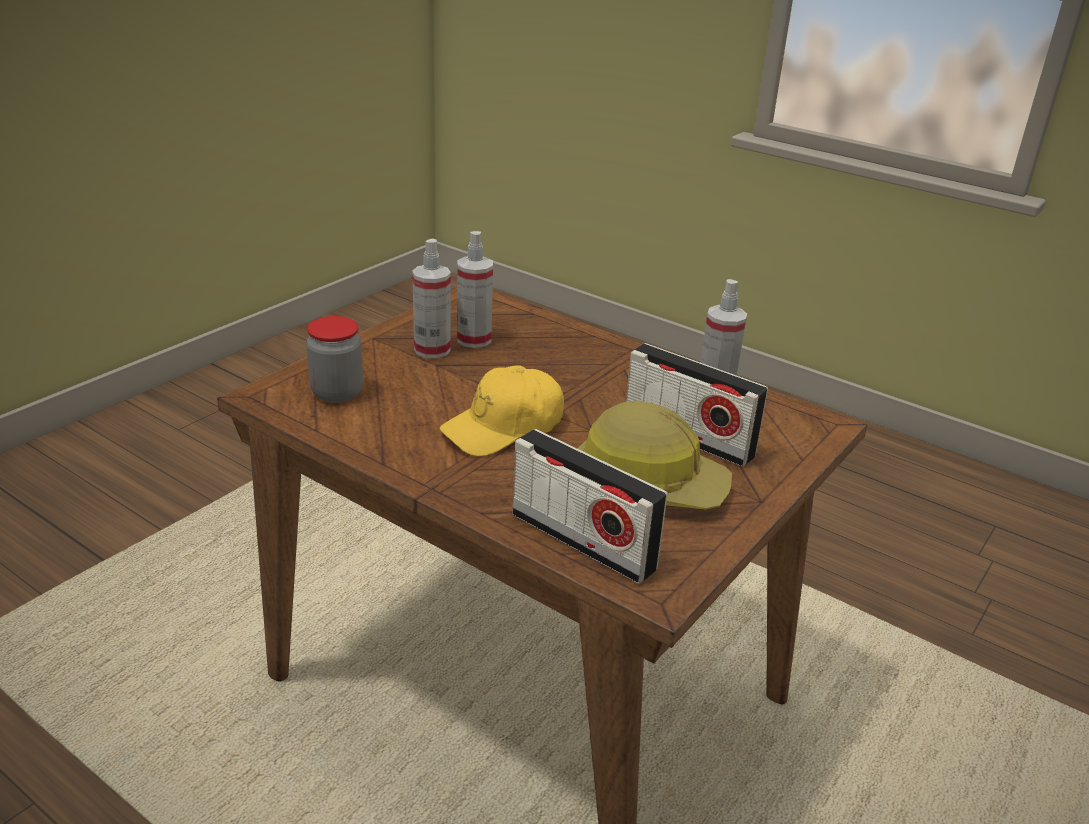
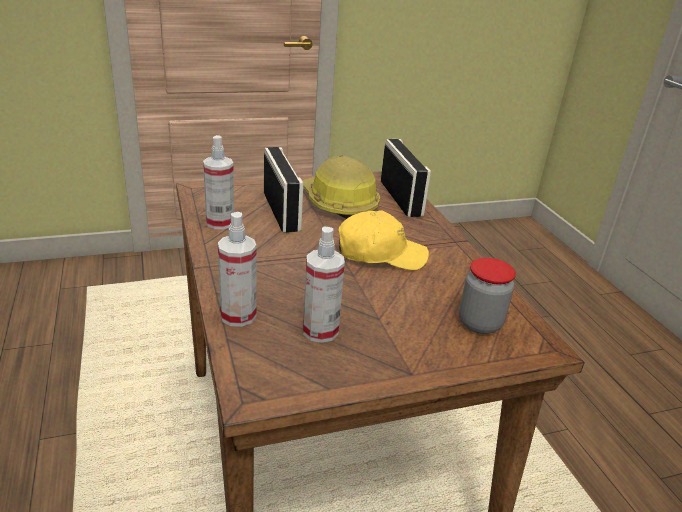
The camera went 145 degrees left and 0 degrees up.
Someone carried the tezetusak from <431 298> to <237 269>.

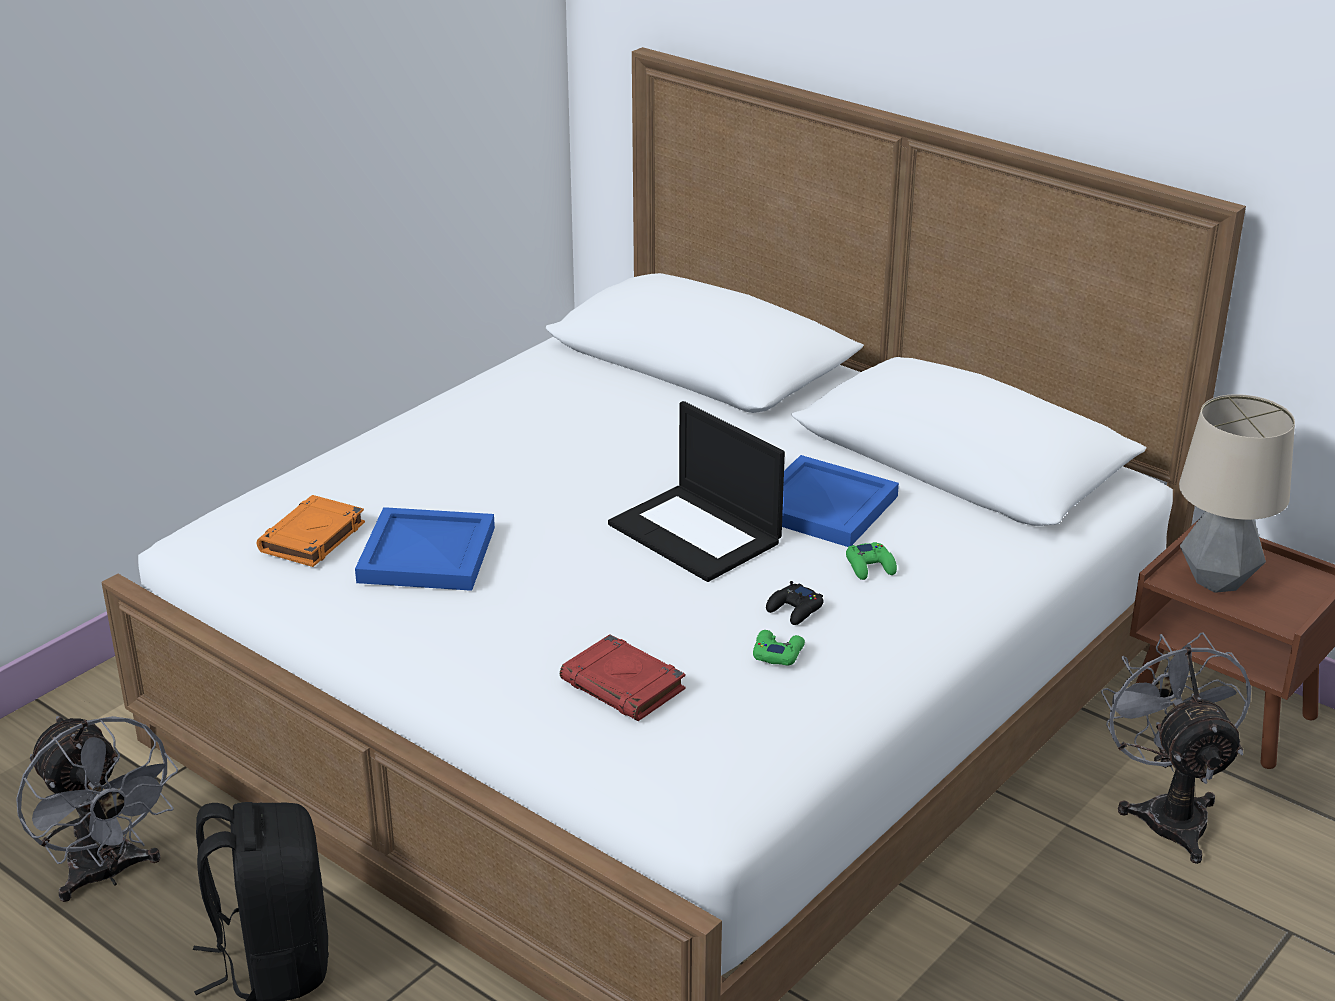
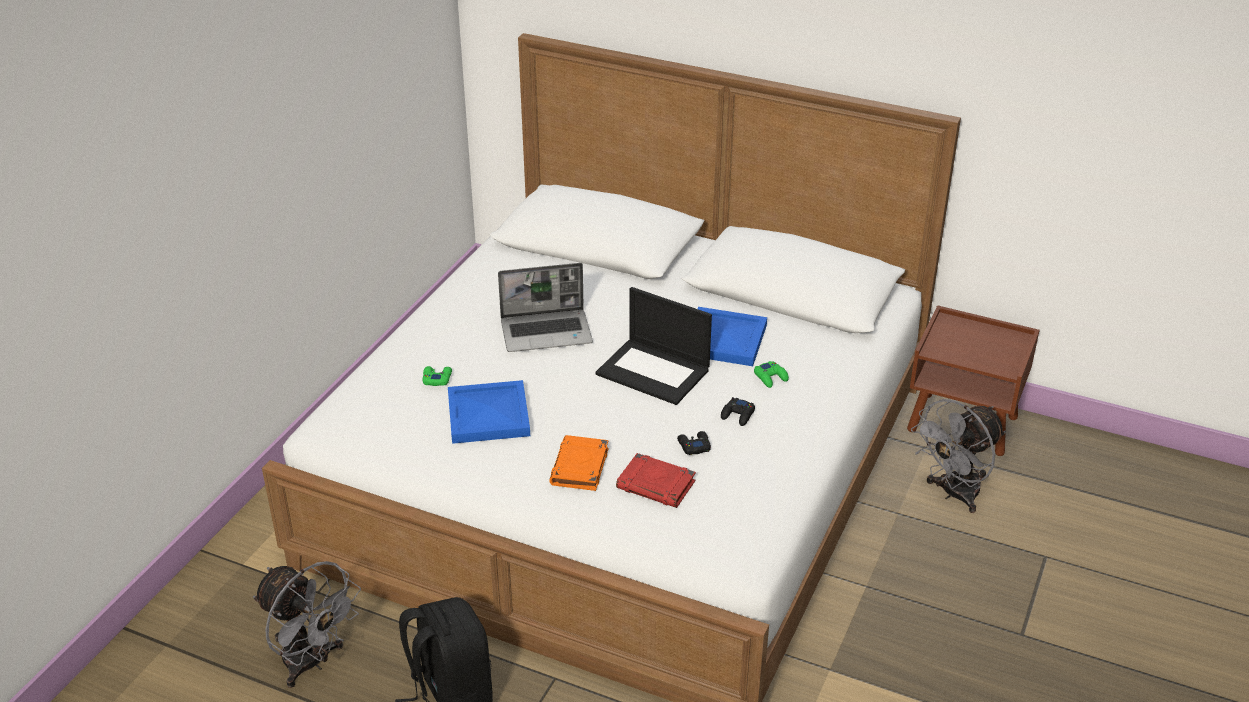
The camera went 15 degrees left and 5 degrees up.
Someone took away the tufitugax at <1237 493>.
Someone put down the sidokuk at <545 307>.
Someone put down the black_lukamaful at <694 443>.
Someone carried the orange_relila from <311 531> to <578 463>.
Someone carried the green_lukamaful from <779 648> to <437 376>.
Someone rotated the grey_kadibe at <1176 748> by 105 degrees counterclockwise.

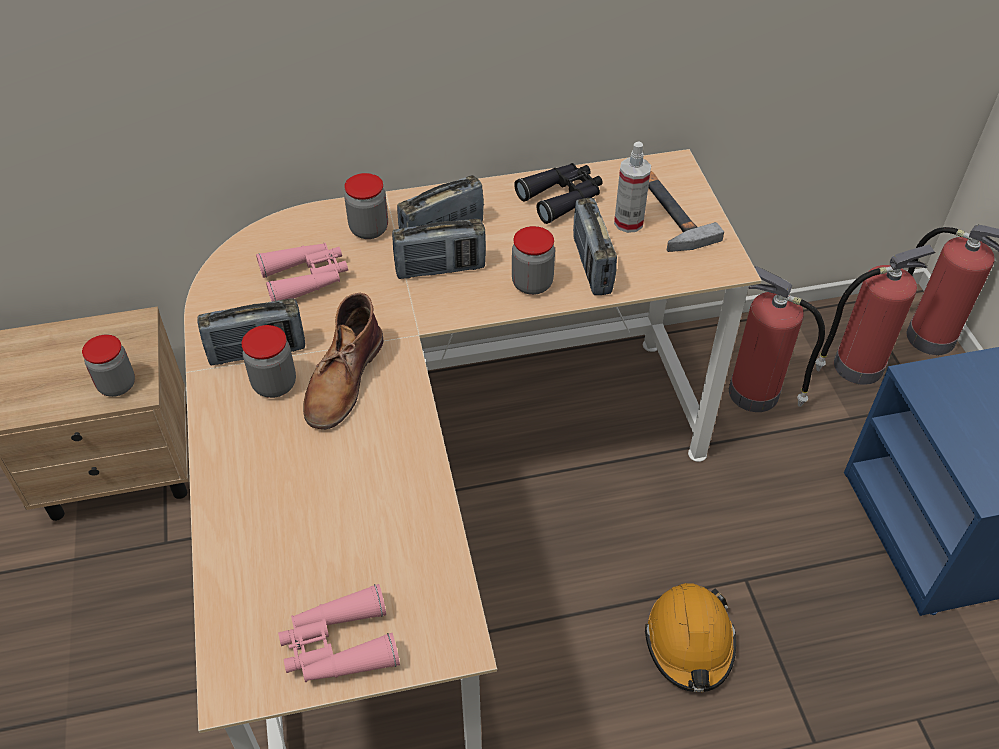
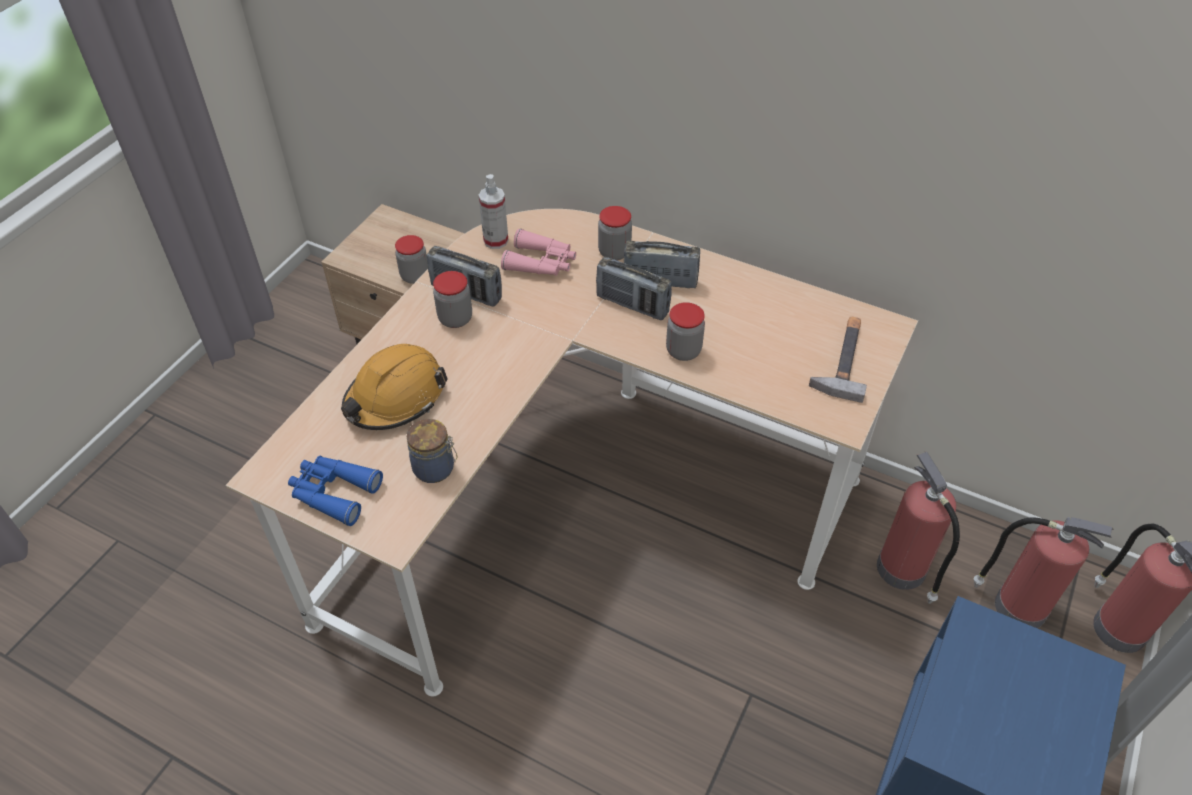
The camera went 40 degrees right and 0 degrees up.
Someone took away the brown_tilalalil at <343 361>.
Someone took away the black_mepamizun at <558 193>.
Someone took away the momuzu at <595 246>.
Someone put down the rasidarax at <432 451>.
Someone carried the tezetusak from <632 187> to <494 211>.
Someone carried the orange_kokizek from <690 637> to <394 387>.
Someone repainted the pink_mepamizun at <339 633>, which became the blue_mepamizun at <335 491>.

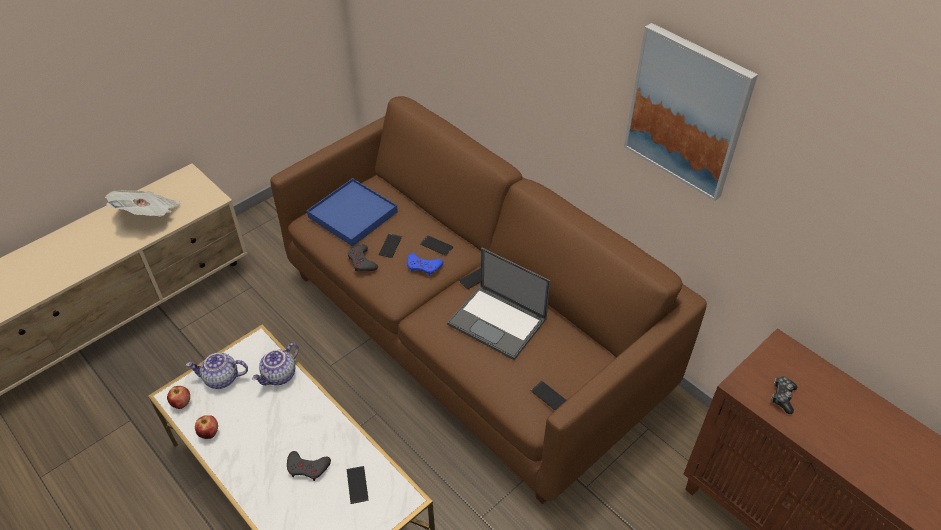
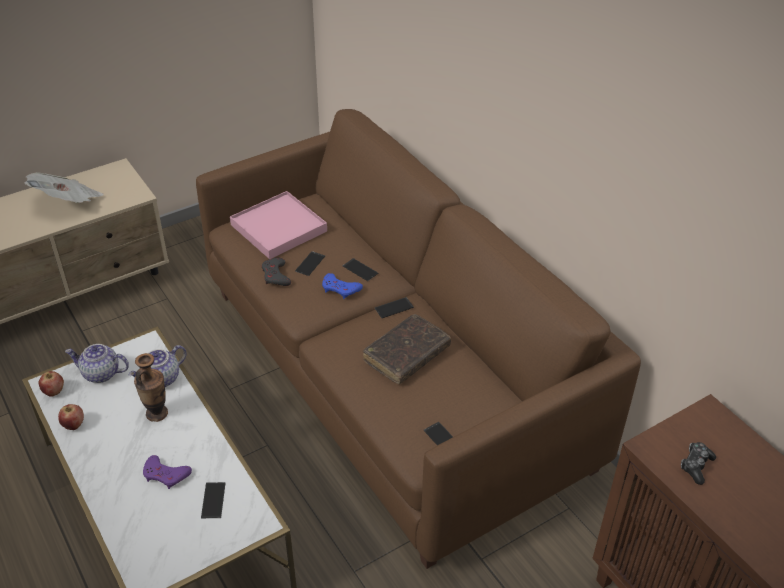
The camera went 10 degrees right and 5 degrees down.
Someone took away the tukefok at <691 112>.
Someone put down the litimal at <151 387>.
Someone swapped the sidokuk at <499 304> for the brown_relila at <407 349>.
Someone repainted the grey_lukamaful at <309 466>, which became the purple_lukamaful at <167 472>.
Someone repainted the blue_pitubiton at <352 212>, which became the pink_pitubiton at <278 225>.

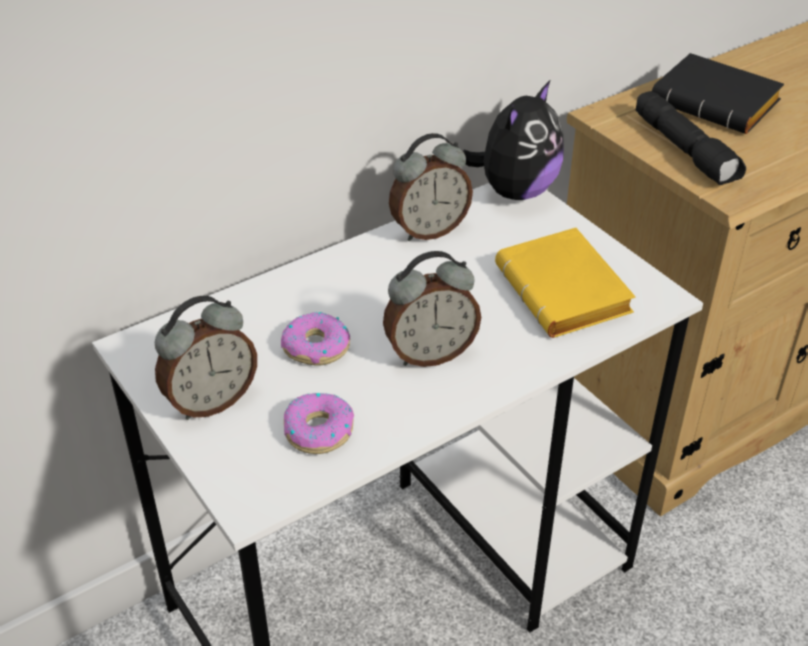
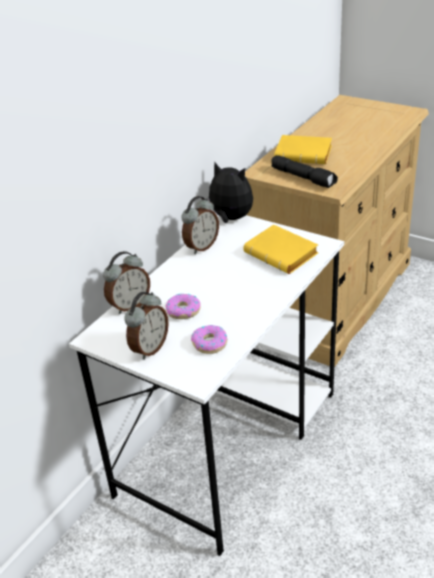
The camera went 20 degrees left and 5 degrees down.
Someone carried the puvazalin from <432 309> to <126 282>.
Someone repainted the black_relila at <718 93>, which became the yellow_relila at <303 149>.
Someone rotated the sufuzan at <513 139> by 75 degrees counterclockwise.

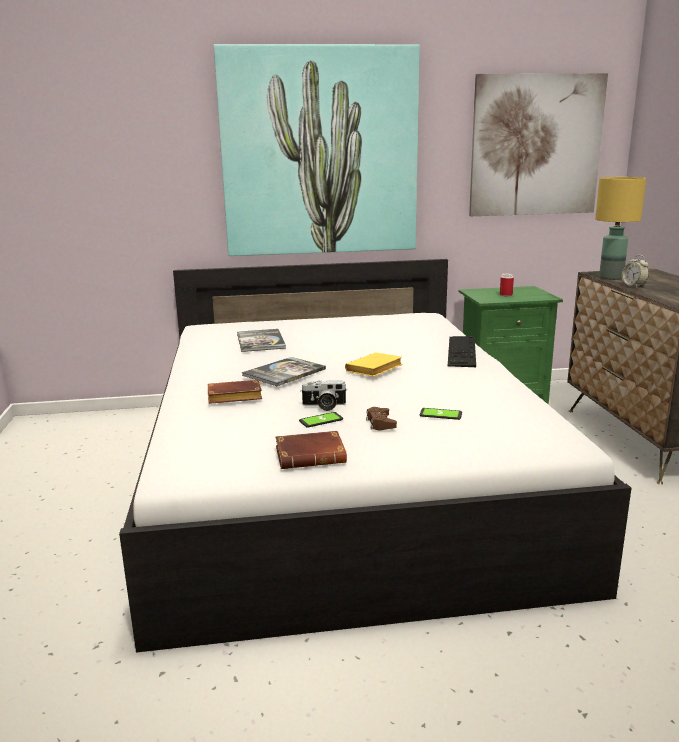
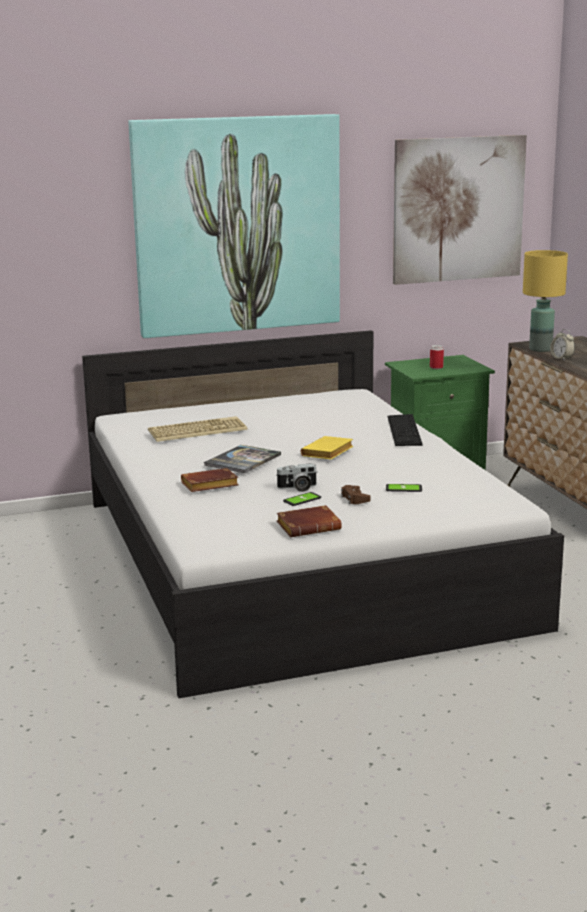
The camera went 10 degrees left and 0 degrees up.
Someone swapped the relila at <261 340> for the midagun at <198 429>.

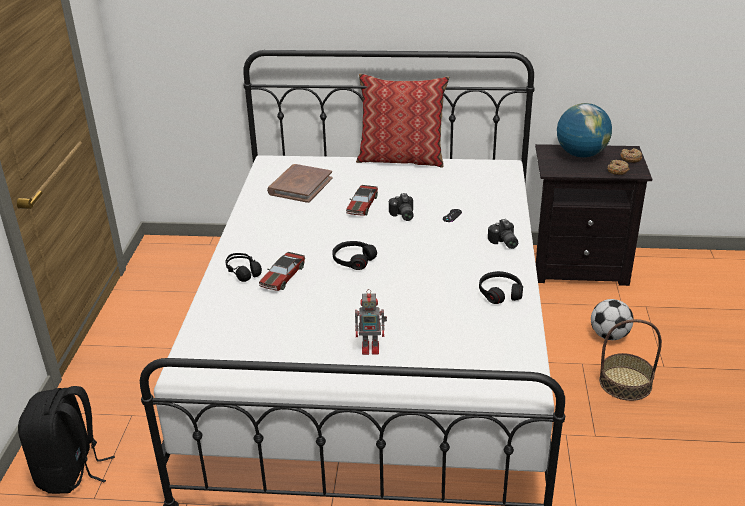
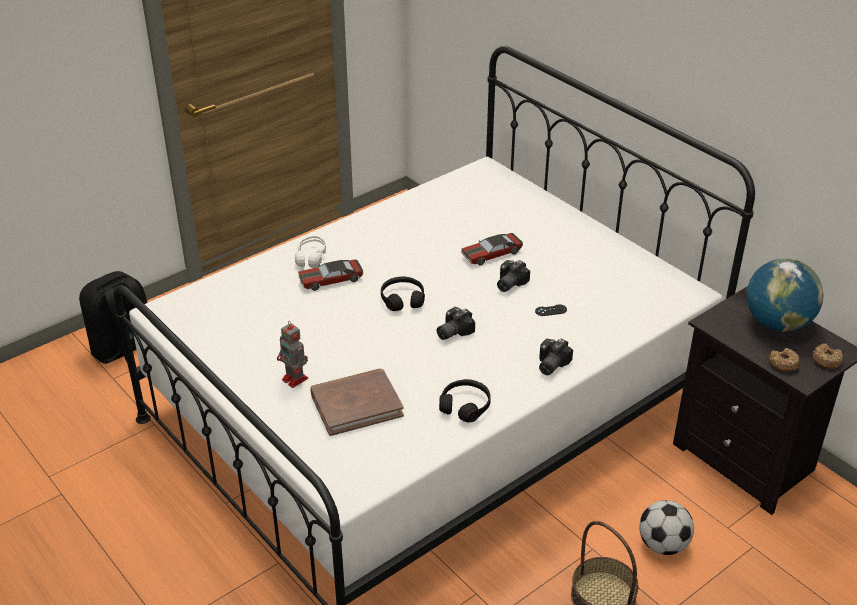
The camera went 45 degrees right and 5 degrees up.
Someone took away the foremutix at <402 120>.
Someone put down the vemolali at <456 323>.
Someone carried the brown_relila from <300 183> to <357 402>.
Someone repainted the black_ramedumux at <243 267>, which became the white_ramedumux at <310 252>.

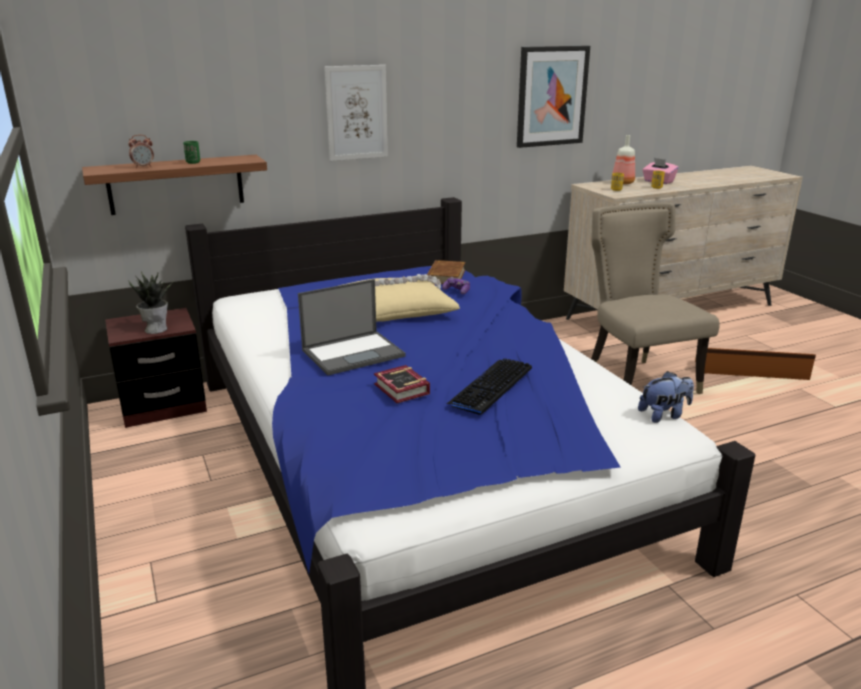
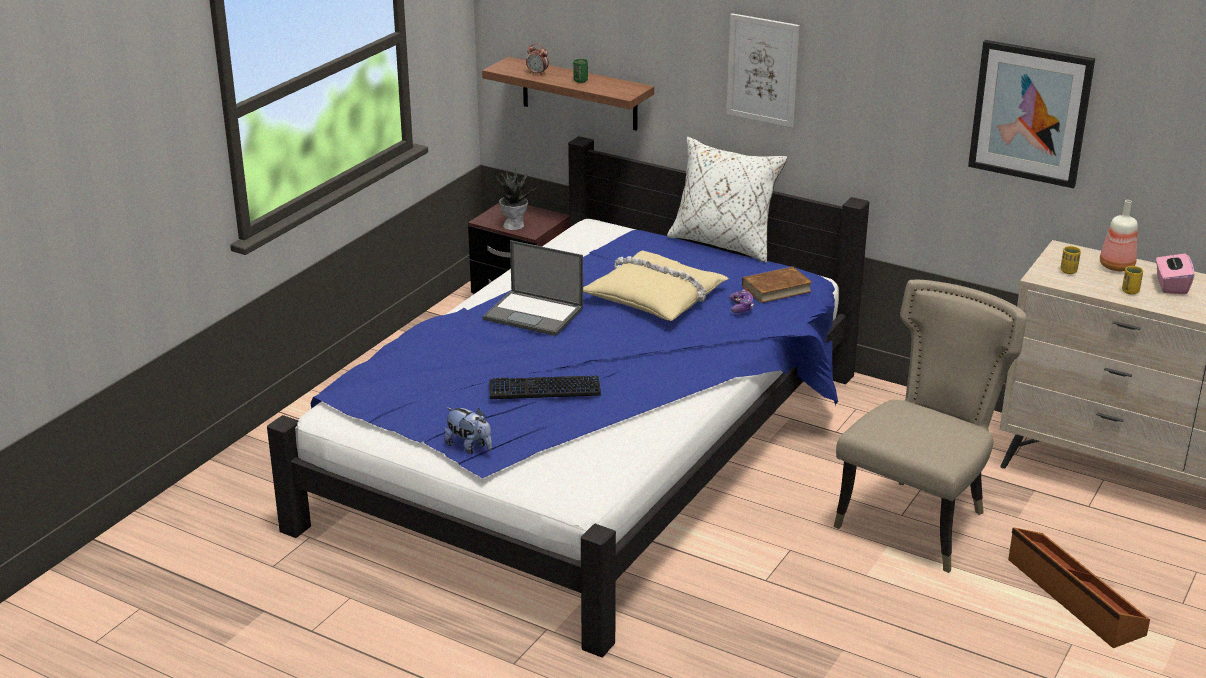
The camera went 55 degrees right and 5 degrees up.
Someone took away the relila at <402 384>.
Someone put down the white_foremutix at <727 200>.
Someone carried the sufuzan from <666 397> to <468 430>.

